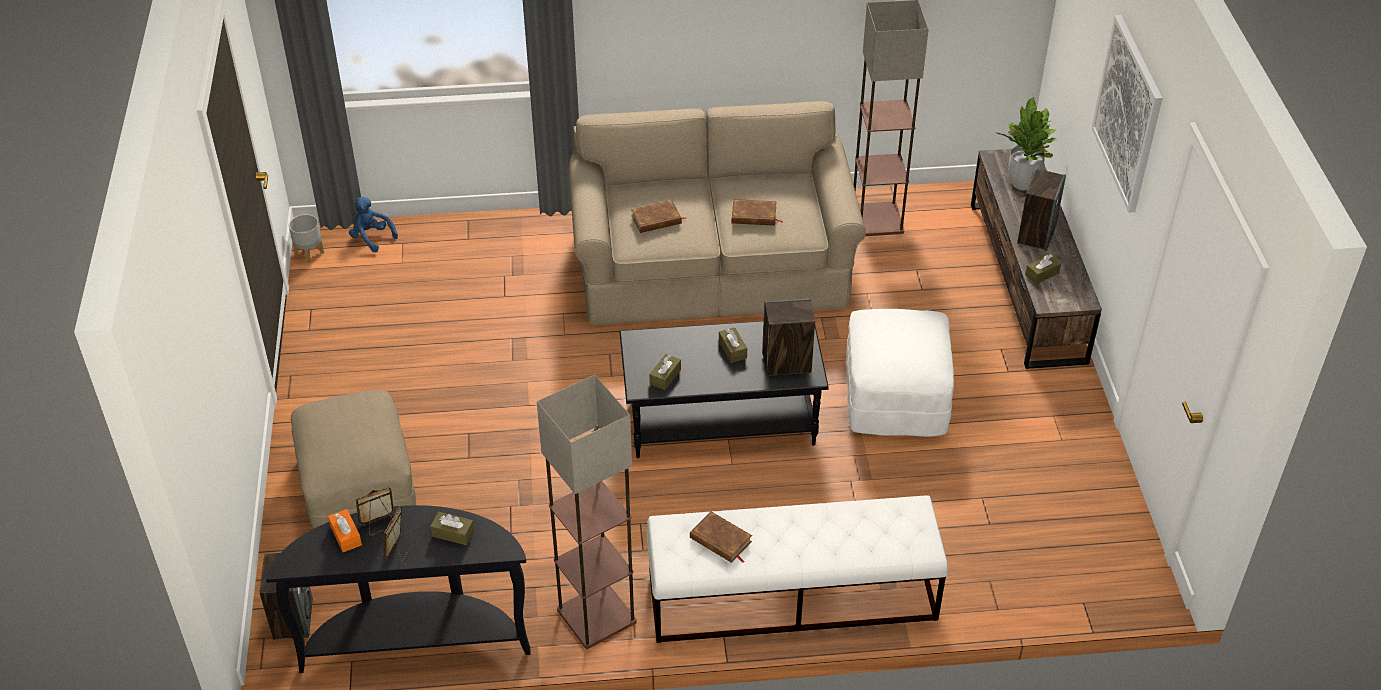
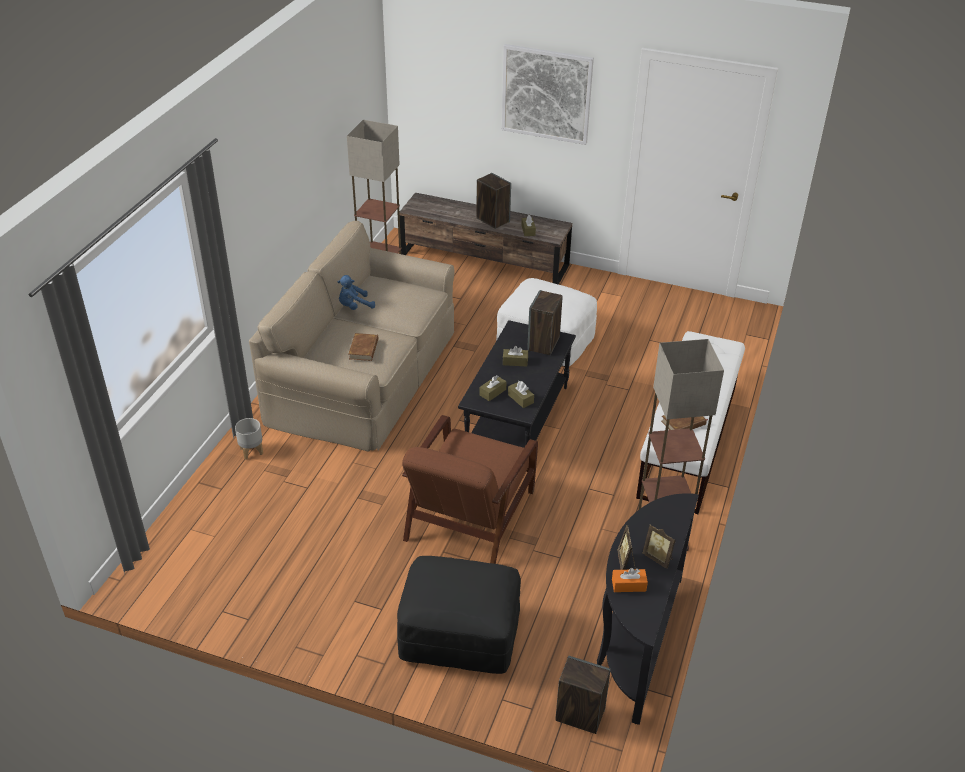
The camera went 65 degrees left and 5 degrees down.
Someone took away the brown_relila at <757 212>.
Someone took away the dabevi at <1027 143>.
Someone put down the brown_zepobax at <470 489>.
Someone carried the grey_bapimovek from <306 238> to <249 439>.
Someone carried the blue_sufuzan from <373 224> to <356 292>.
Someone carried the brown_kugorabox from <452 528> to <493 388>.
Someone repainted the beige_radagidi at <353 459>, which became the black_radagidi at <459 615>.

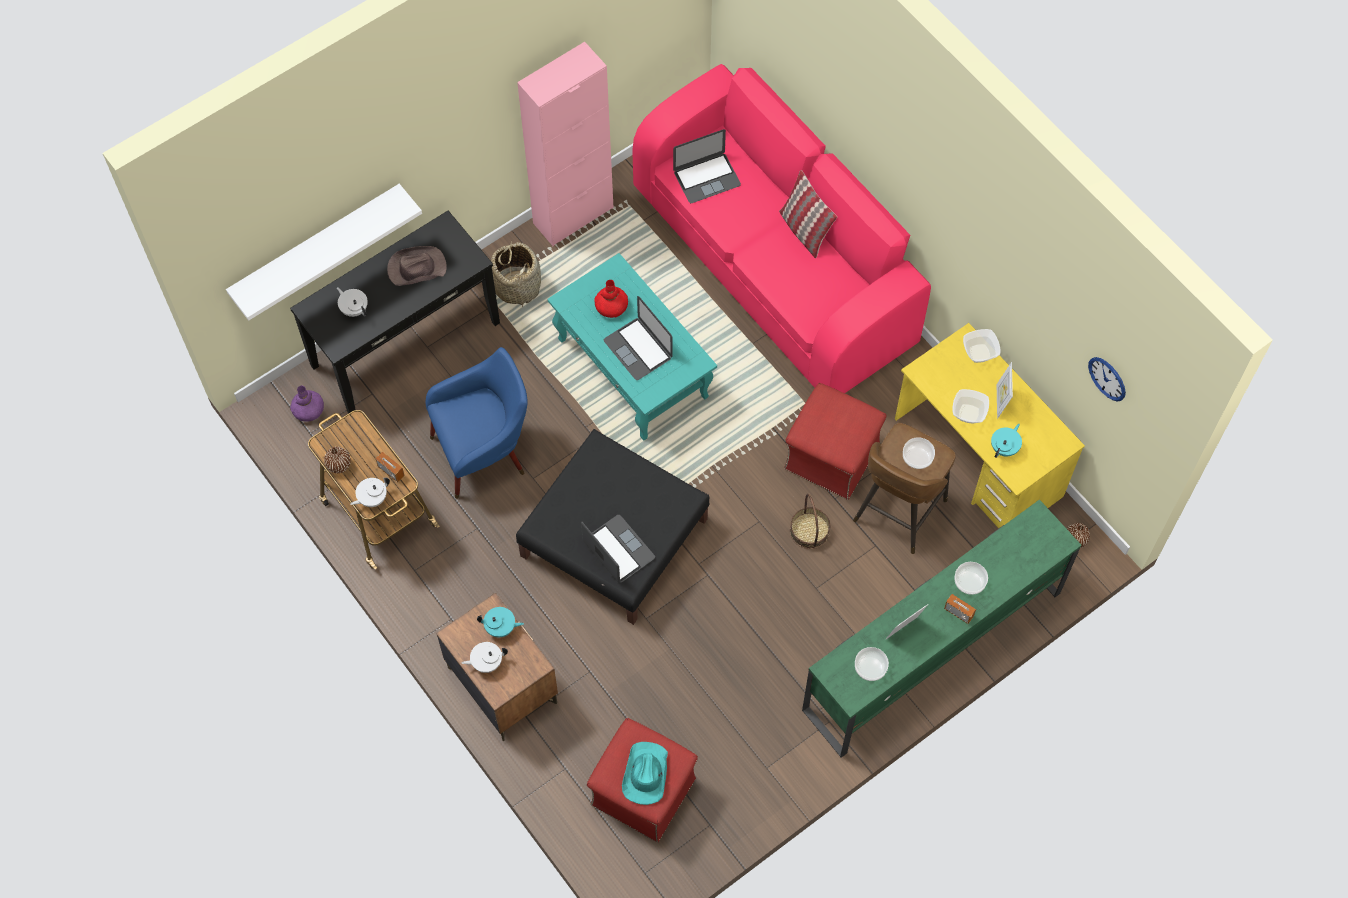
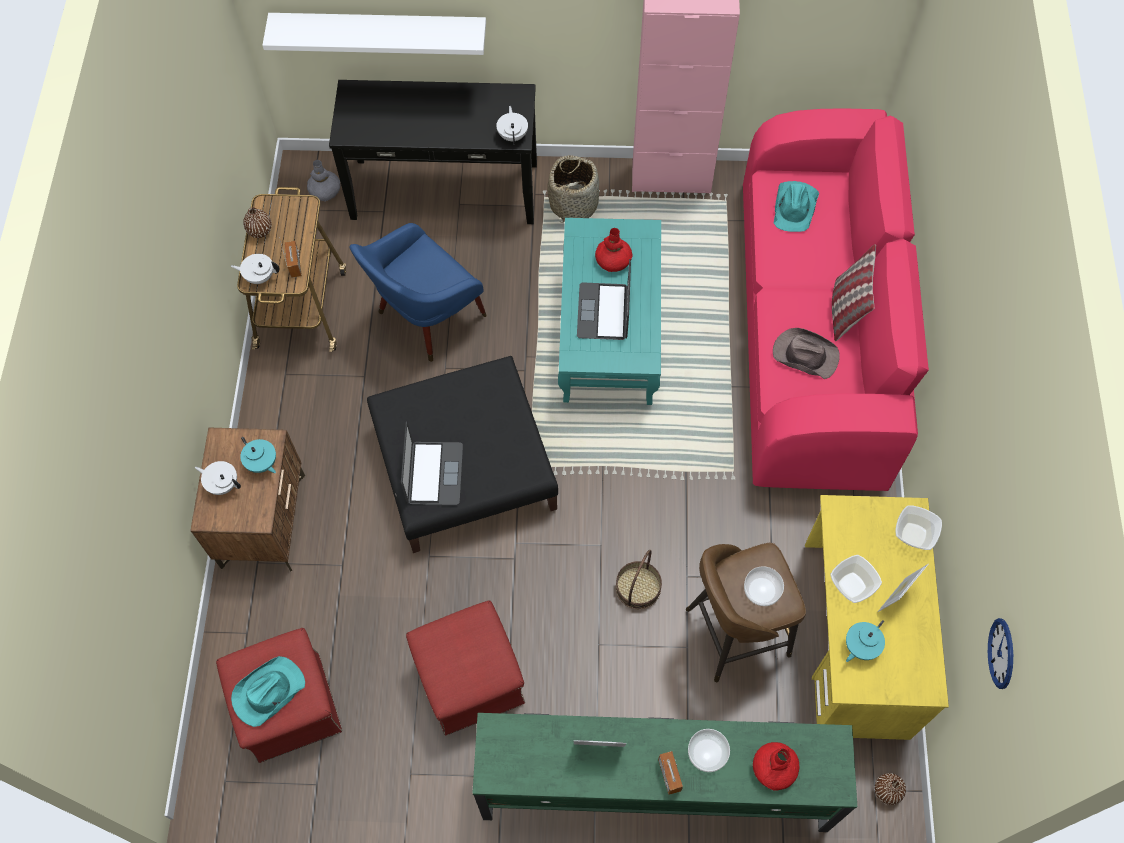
The camera went 40 degrees right and 0 degrees up.
Someone took away the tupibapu at <872 664>.
Someone put down the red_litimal at <776 766>.
Someone carried the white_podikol from <352 302> to <512 125>.
Someone carried the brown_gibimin from <417 266> to <806 353>.
Someone carried the red_radagidi from <835 441> to <465 668>.
Someone swapped the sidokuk at <707 166> for the turquoise_gibimin at <796 206>.
Someone repainted the purple_litimal at <307 403>, which became the grey_litimal at <323 181>.
Someone rotated the blue_zepobax at <477 423> by 120 degrees clockwise.
Someone rotated the turquoise_podikol at <1006 441> by 150 degrees clockwise.

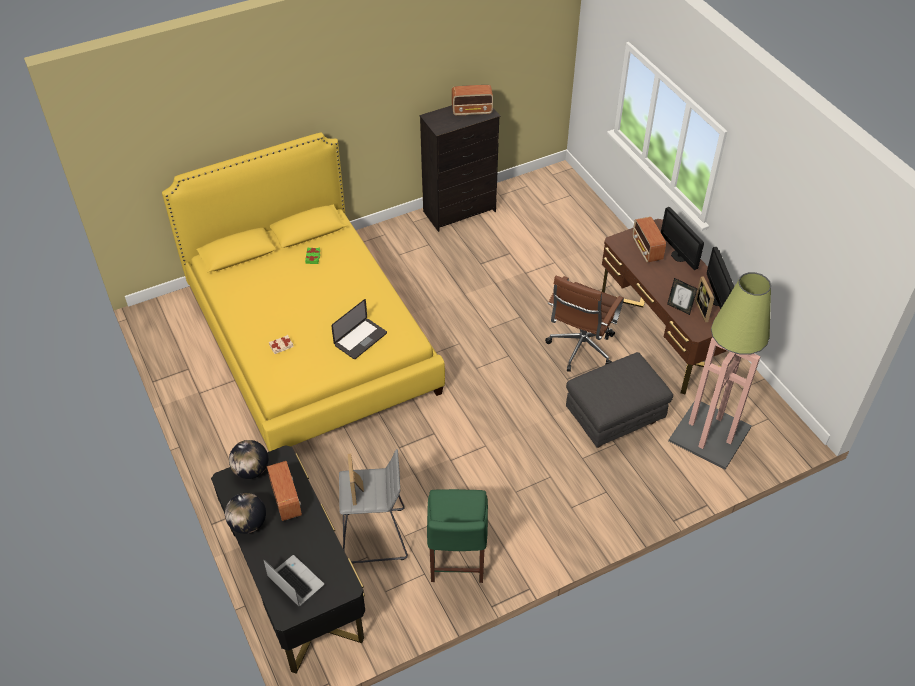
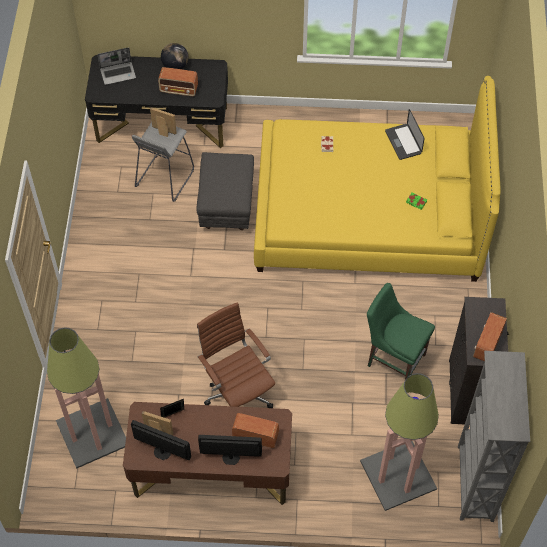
The camera went 120 degrees right and 10 degrees up.
Someone took away the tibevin at <248 459>.
Someone put down the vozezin at <399 442>.
Someone put down the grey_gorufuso at <494 436>.
Someone carried the sidokuk from <359 329> to <405 134>.
Someone carried the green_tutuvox from <457 536> to <401 331>.
Someone carried the grey_radagidi from <619 400> to <225 191>.

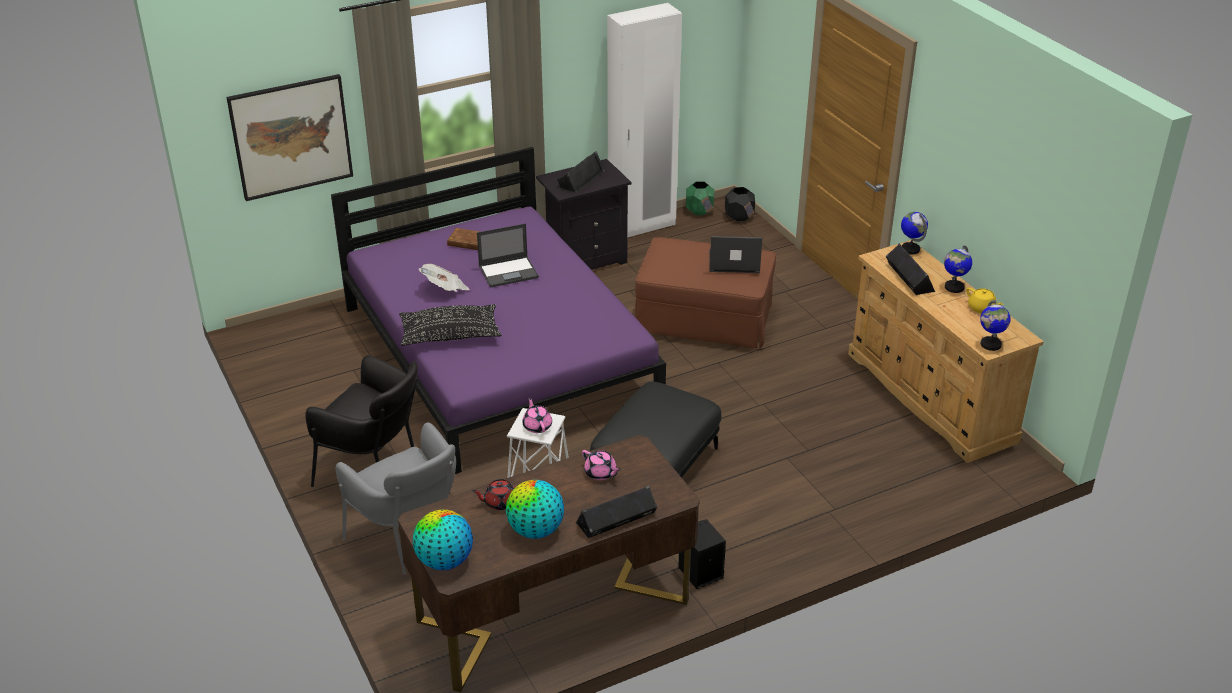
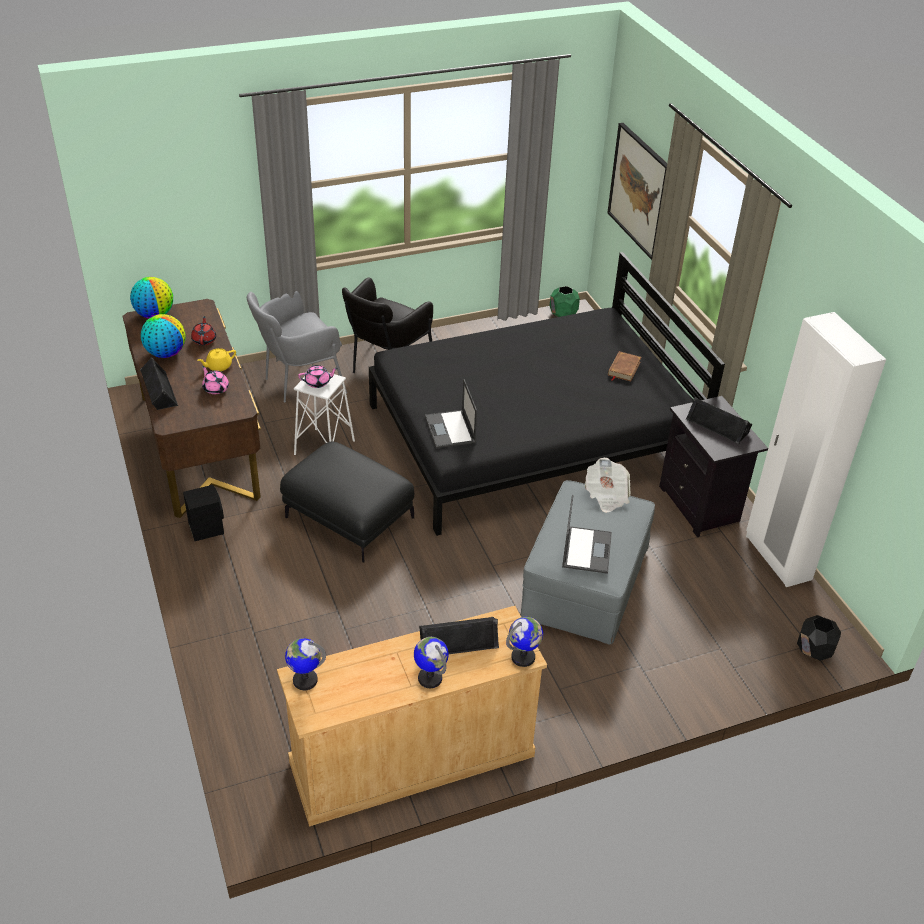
The camera went 95 degrees right and 5 degrees up.
Someone took away the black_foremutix at <450 325>.
Someone carried the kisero from <444 278> to <608 485>.
Someone carried the sidokuk from <508 255> to <451 413>.
Someone carried the green_bapimovek from <700 198> to <565 301>.
Someone carried the yellow_podikol from <984 300> to <217 359>.
Someone repainted the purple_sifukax at <498 310>, which became the black_sifukax at <547 394>.
Someone repainted the brown_radagidi at <705 292>, which became the grey_radagidi at <588 562>.
Someone rotated the pink_podikol at <601 465> by 90 degrees clockwise.

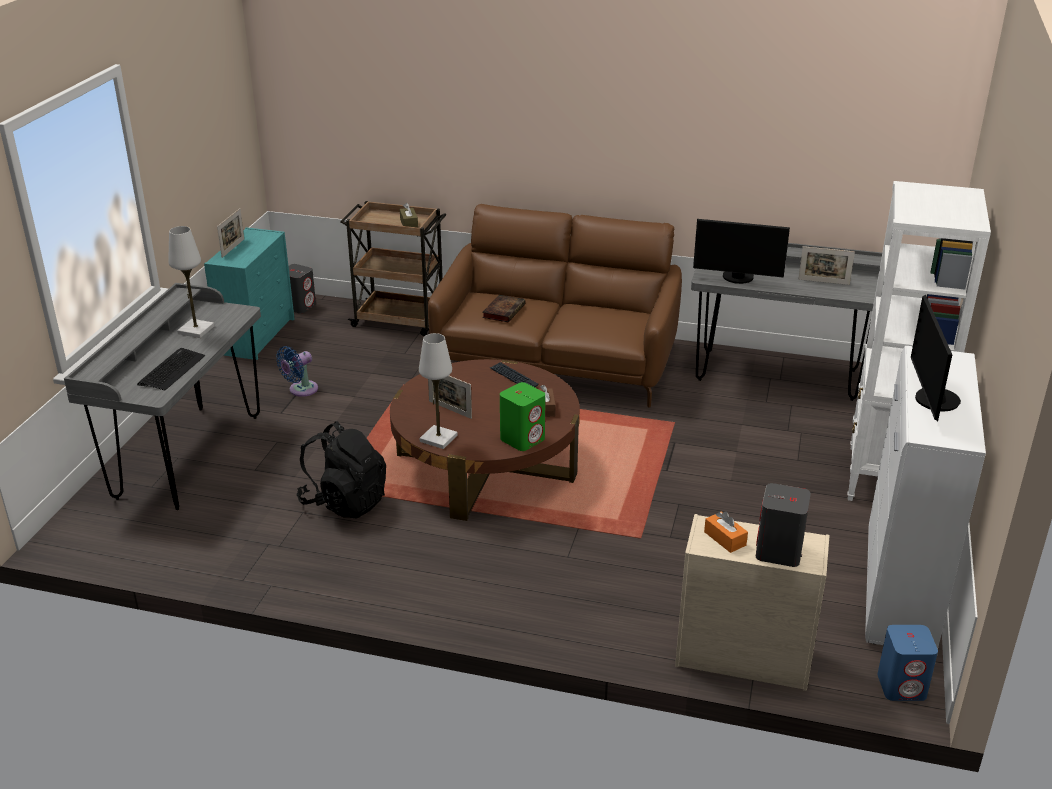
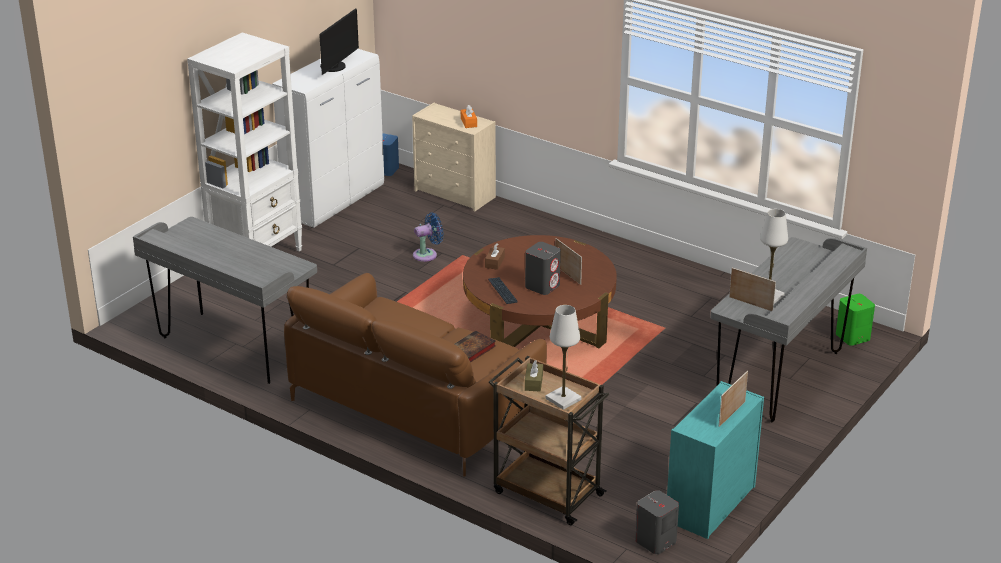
The camera went 160 degrees left and 0 degrees up.
Someone took away the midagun at <171 369>.
Someone took away the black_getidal at <341 470>.
Someone took away the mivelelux at <741 251>.
Someone carried the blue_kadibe from <297 371> to <428 237>.
Someone carried the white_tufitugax from <438 391> to <564 357>.
Someone carried the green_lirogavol from <522 416> to <855 320>.
Someone carried the grey_lirogavol from <783 525> to <543 268>.
Someone carried the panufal from <826 265> to <752 289>.

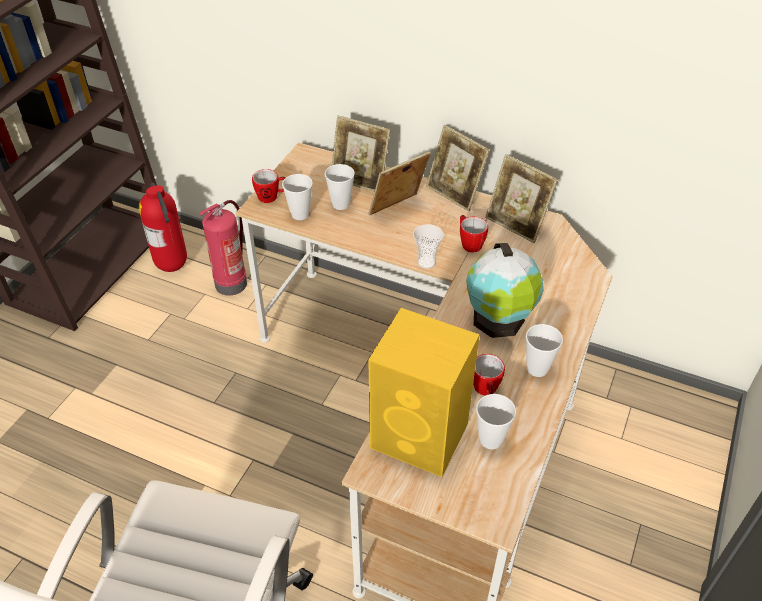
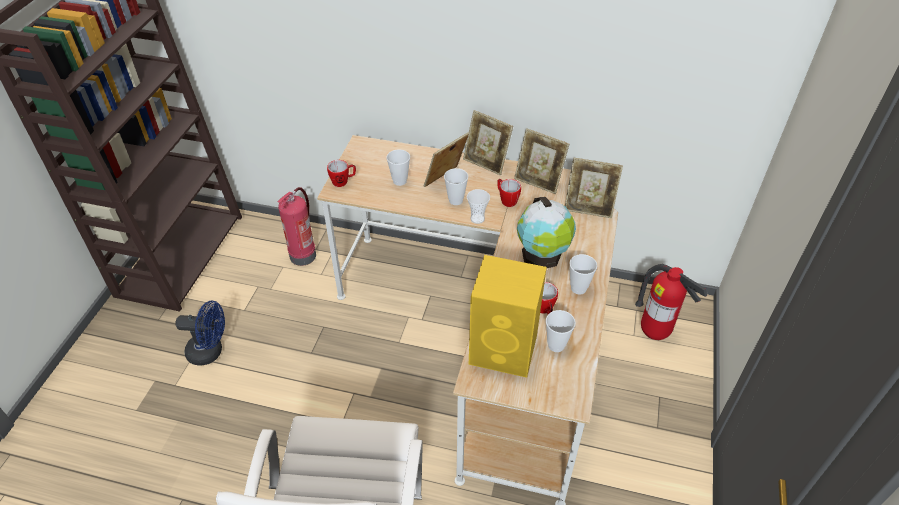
The camera went 10 degrees left and 0 degrees up.
Someone put down the blue_kadibe at <200 333>.
Someone carried the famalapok from <163 227> to <671 302>.
Someone carried the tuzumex from <297 197> to <456 186>.
Someone carried the panufal from <361 153> to <594 188>.

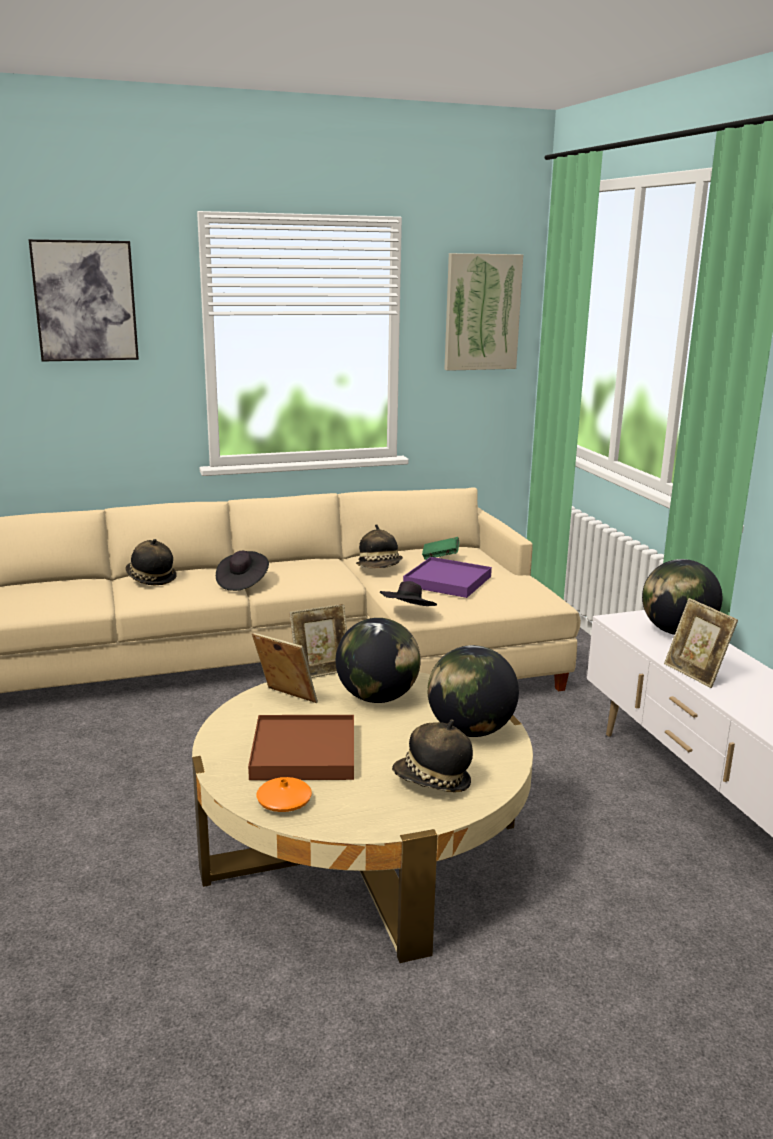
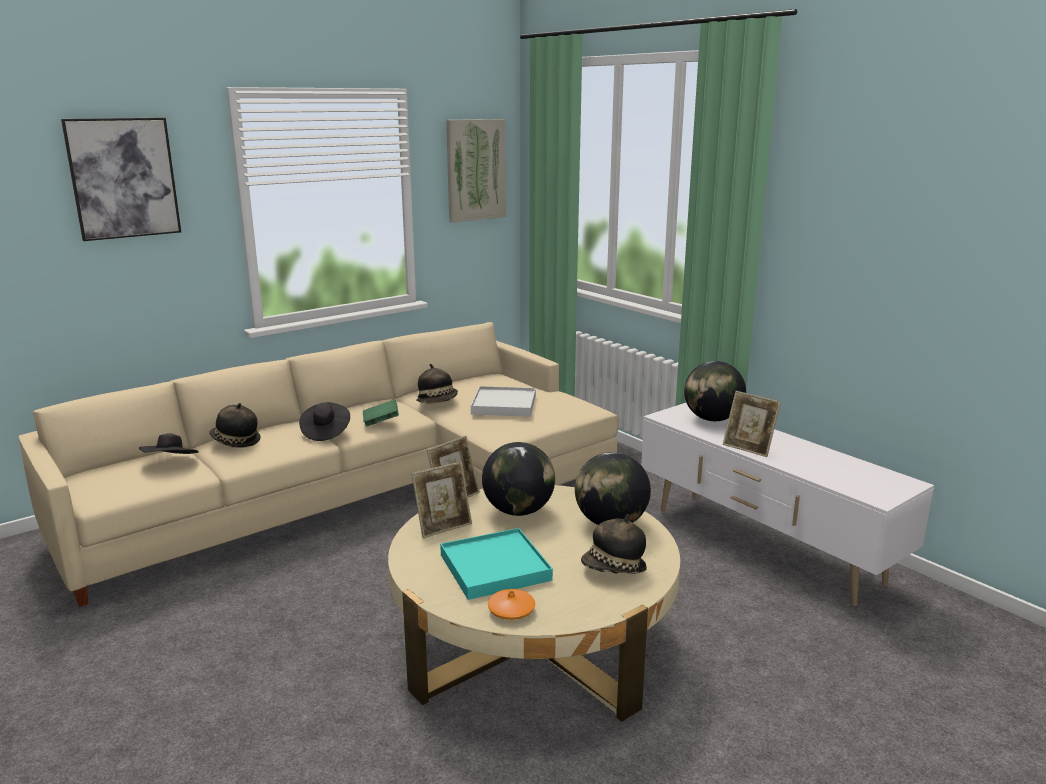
The camera went 20 degrees left and 0 degrees up.
Someone carried the black_gibimin from <408 593> to <169 443>.
Someone carried the green_relila from <440 548> to <381 413>.
Someone repainted the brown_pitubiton at <301 747>, which became the turquoise_pitubiton at <496 564>.
Someone repainted the purple_pitubiton at <447 577>, which became the white_pitubiton at <503 401>.
Someone rotated the panufal at <285 668> by 135 degrees clockwise.

